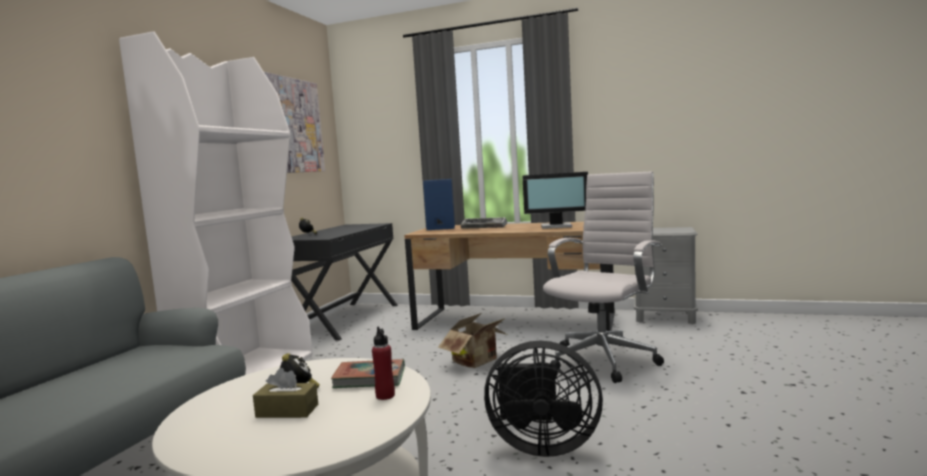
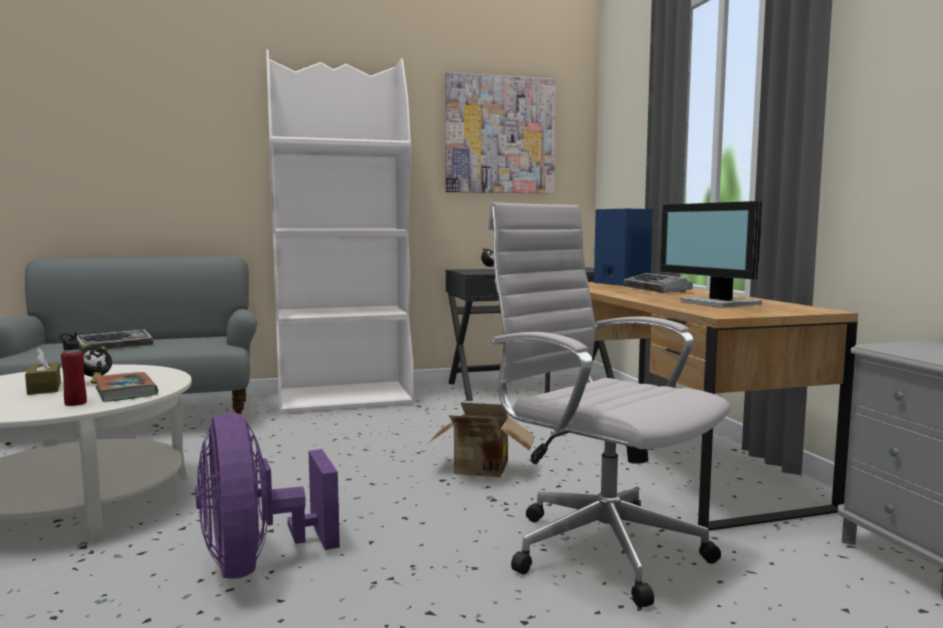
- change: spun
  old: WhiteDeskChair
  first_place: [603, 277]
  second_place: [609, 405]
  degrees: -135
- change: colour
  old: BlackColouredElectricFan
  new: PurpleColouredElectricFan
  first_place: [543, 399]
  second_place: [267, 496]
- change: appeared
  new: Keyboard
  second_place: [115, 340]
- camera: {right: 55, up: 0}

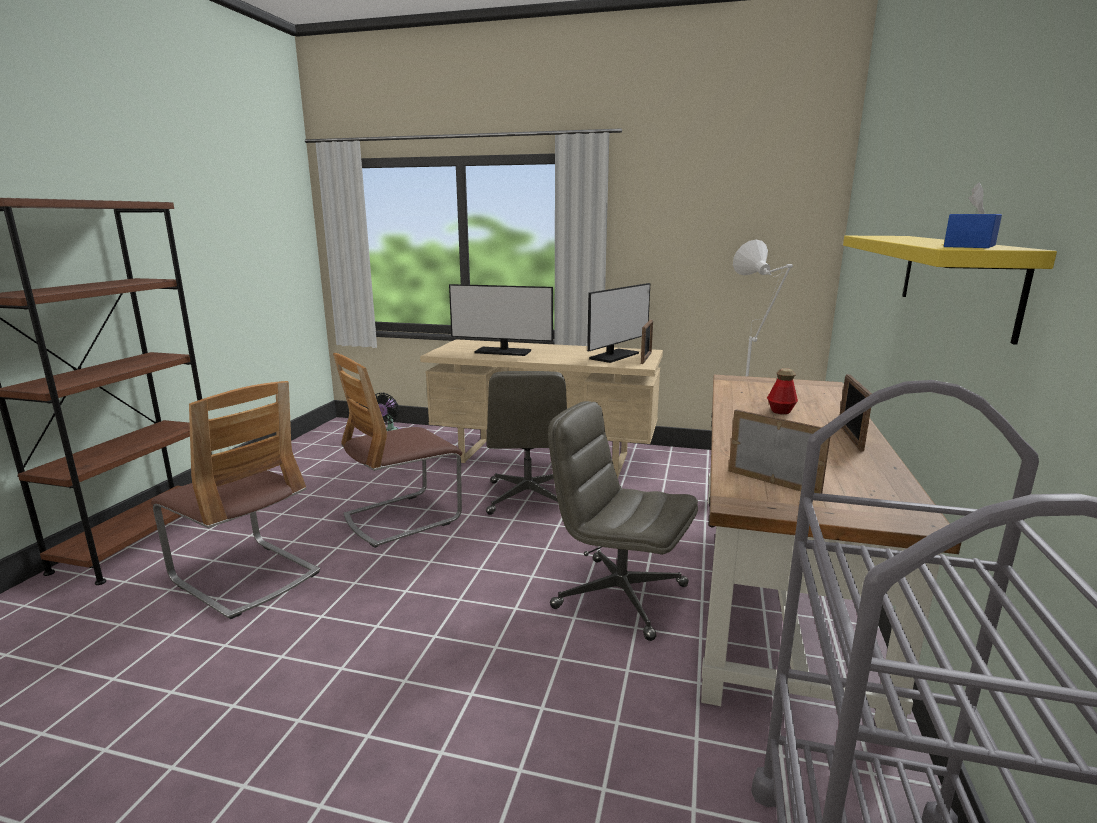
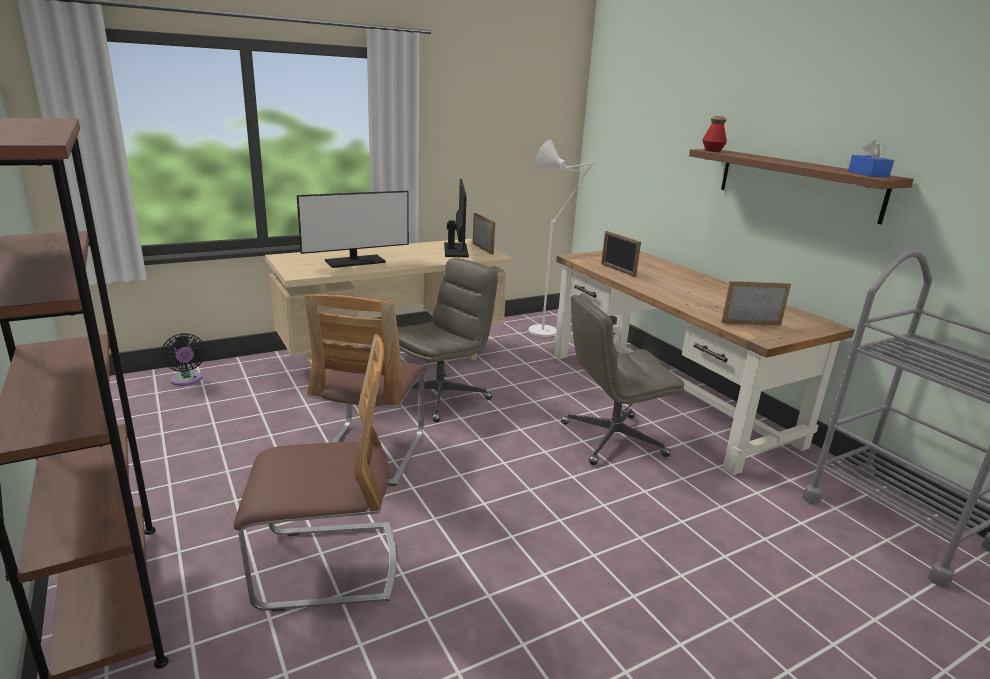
- change: colour
  old: YellowColouredShelf
  new: BrownShelf
  first_place: [950, 290]
  second_place: [801, 186]
- change: relocated
  old: Bottle
  first_place: [782, 391]
  second_place: [714, 134]
- change: spun
  old: GreyishDeskChair
  first_place: [526, 443]
  second_place: [447, 340]
  degrees: -90
- change: relocated
  old: PhotoFrame
  first_place: [856, 413]
  second_place: [621, 254]
- camera: {right: -45, up: 5}

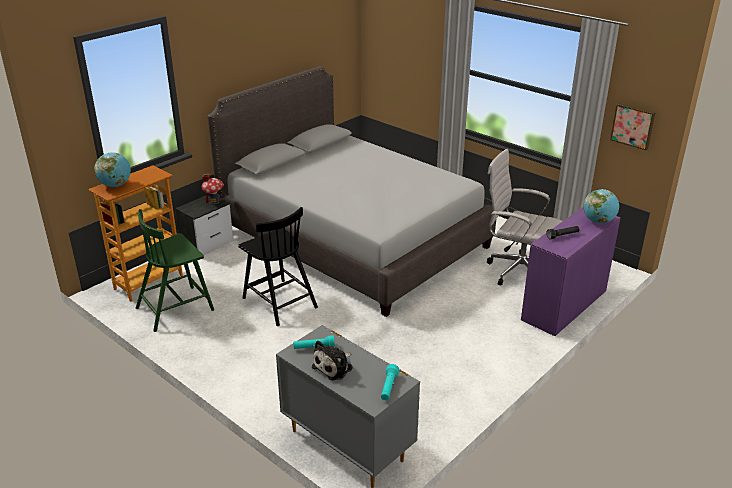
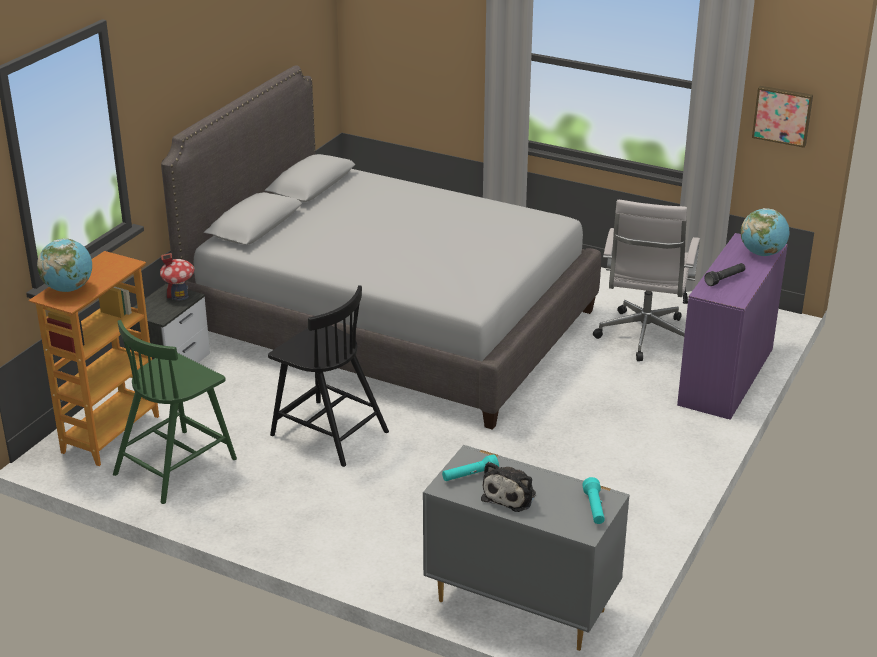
- change: spun
  old: WhiteDeskChair
  first_place: [524, 217]
  second_place: [646, 280]
  degrees: -90
- camera: {right: -15, up: 0}

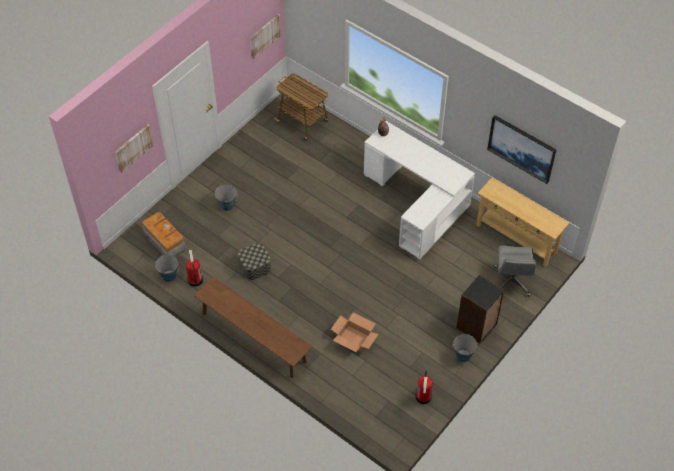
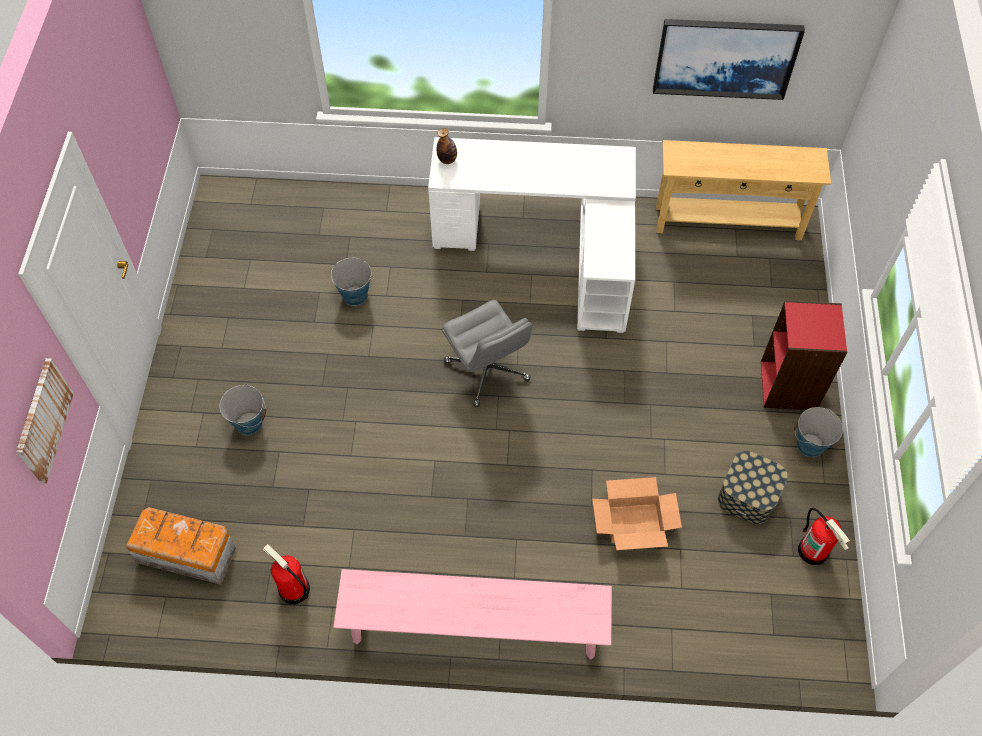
- change: missing
  old: Picture
  first_place: [265, 36]
- change: missing
  old: Trolley
  first_place: [301, 107]
- change: relocated
  old: StorageBin
  first_place: [254, 261]
  second_place: [753, 488]
- change: relocated
  old: GreyishDeskChair
  first_place: [515, 270]
  second_place: [487, 353]
- change: relocated
  old: Bucket
  first_place: [167, 268]
  second_place: [352, 281]
- change: colour
  old: BlackColouredShelvingUnit
  new: RedColouredShelvingUnit
  first_place: [480, 309]
  second_place: [804, 355]
- change: colour
  old: BrownIndoorBench
  new: PinkIndoorBench
  first_place: [253, 327]
  second_place: [473, 614]
- camera: {right: -35, up: 5}

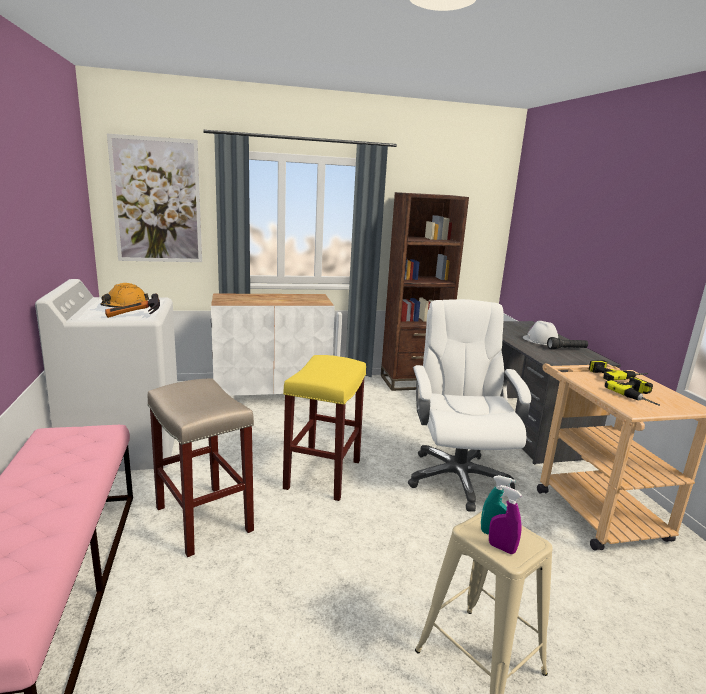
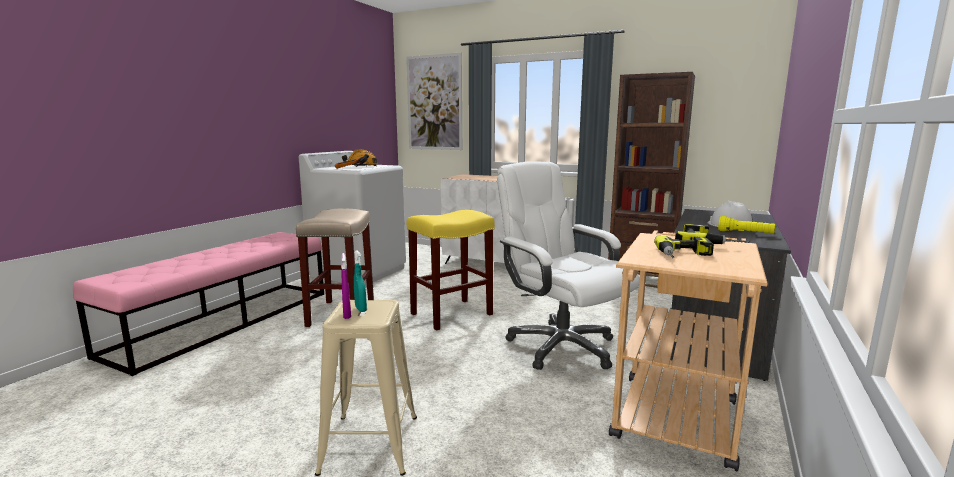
- change: spun
  old: WhiteDeskChair
  first_place: [469, 405]
  second_place: [568, 265]
  degrees: -75
- change: colour
  old: BlackColouredFlashlight
  new: YellowColouredFlashlight
  first_place: [567, 343]
  second_place: [747, 225]
- camera: {right: 40, up: -5}

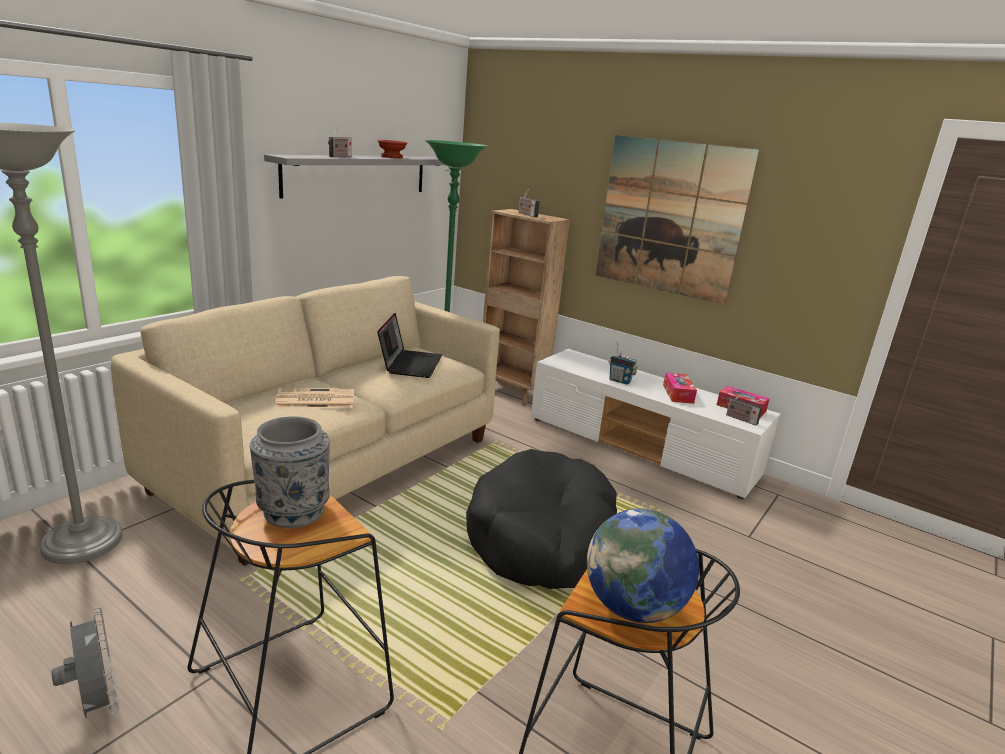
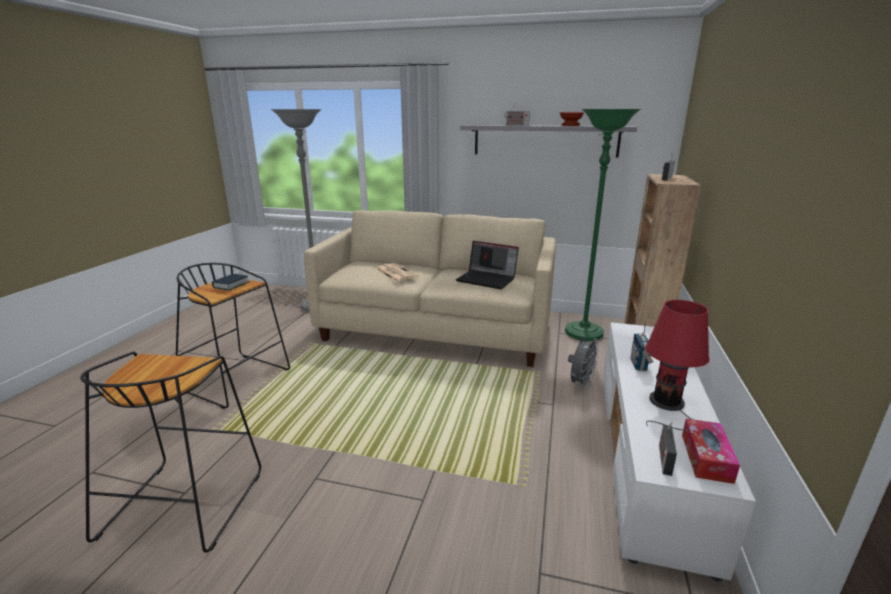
- change: missing
  old: Picture
  first_place: [678, 220]
- change: spun
  old: PortableComputer
  first_place: [409, 345]
  second_place: [487, 265]
  degrees: 45
- change: exchanged
  old: TissueHolder
  new: RedColouredTabletopLamp
  first_place: [680, 388]
  second_place: [677, 365]
- change: exchanged
  old: GreyishFlowerVase
  new: Volume
  first_place: [290, 472]
  second_place: [230, 282]
- change: missing
  old: BlackColouredDogCushion
  first_place: [541, 519]
- change: missing
  old: DeskGlobe
  first_place: [643, 565]
- change: relocated
  old: GreyishElectricFan
  first_place: [85, 663]
  second_place: [584, 363]
- camera: {right: 70, up: 0}

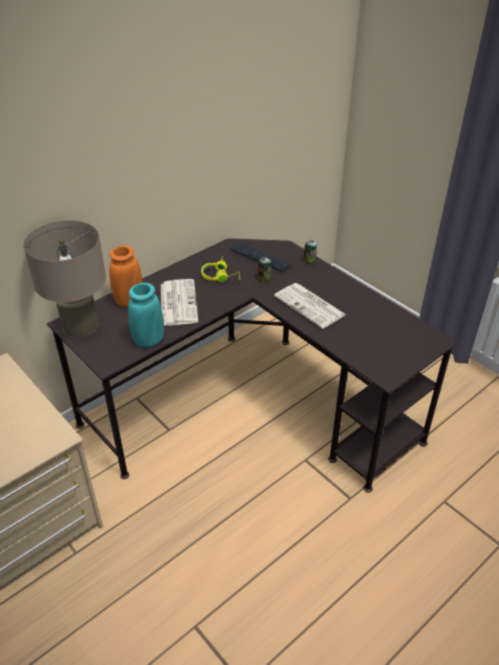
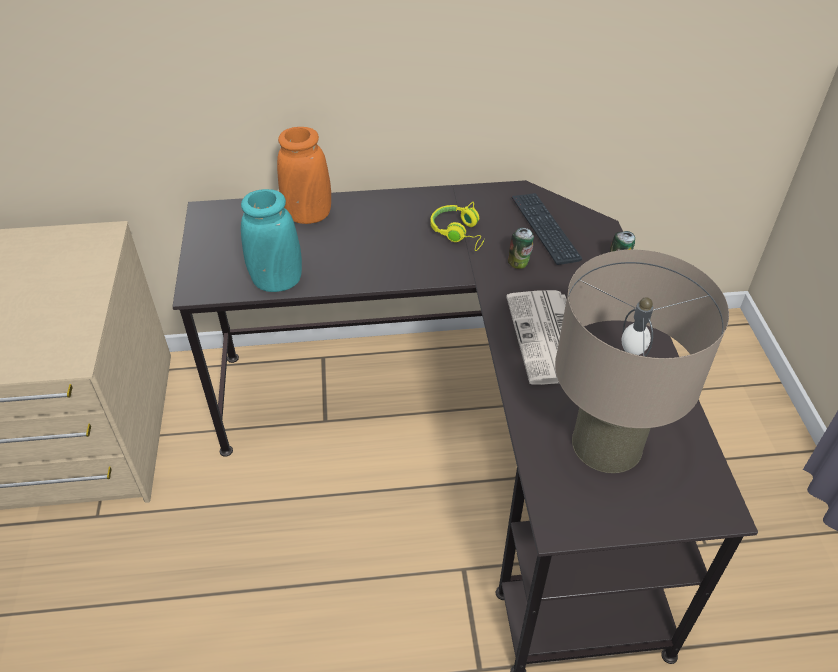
- change: relocated
  old: BeigeColouredTabletopLamp
  first_place: [64, 279]
  second_place: [642, 361]
- change: missing
  old: Newspaper
  first_place: [179, 302]
- camera: {right: 35, up: 5}

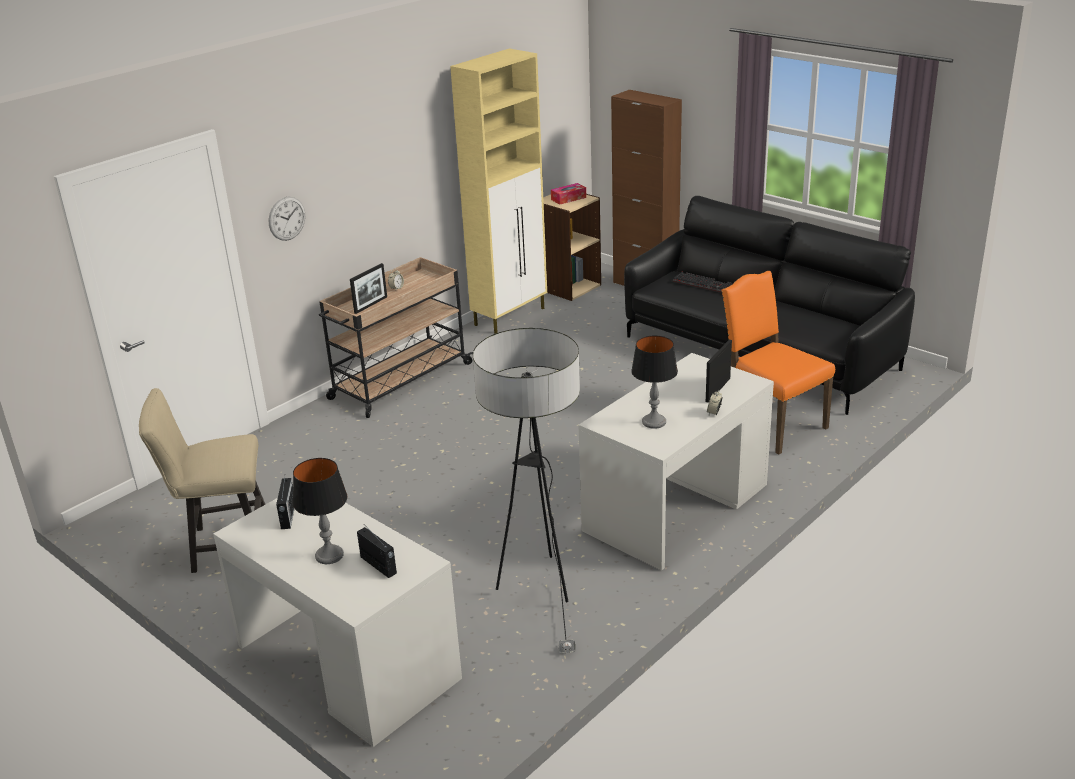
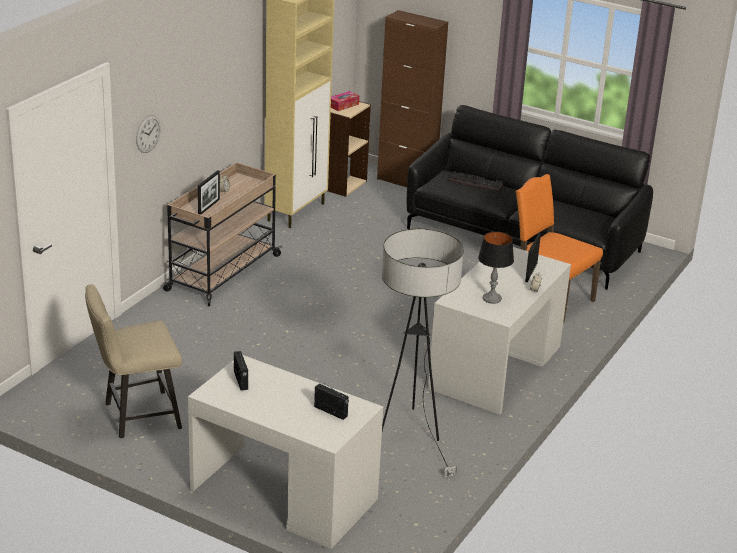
- change: missing
  old: TabletopLamp
  first_place: [320, 511]
- camera: {right: -15, up: 0}

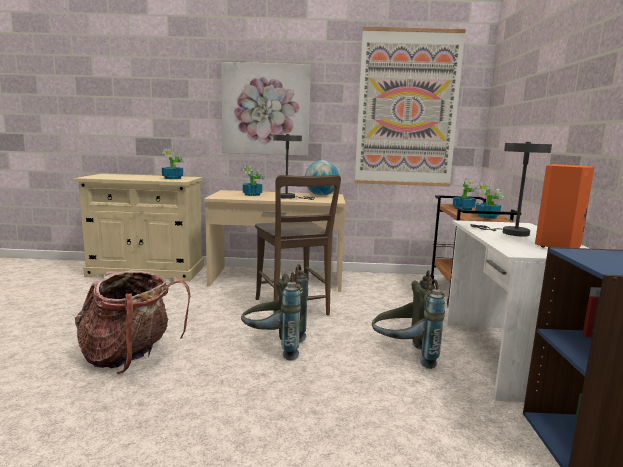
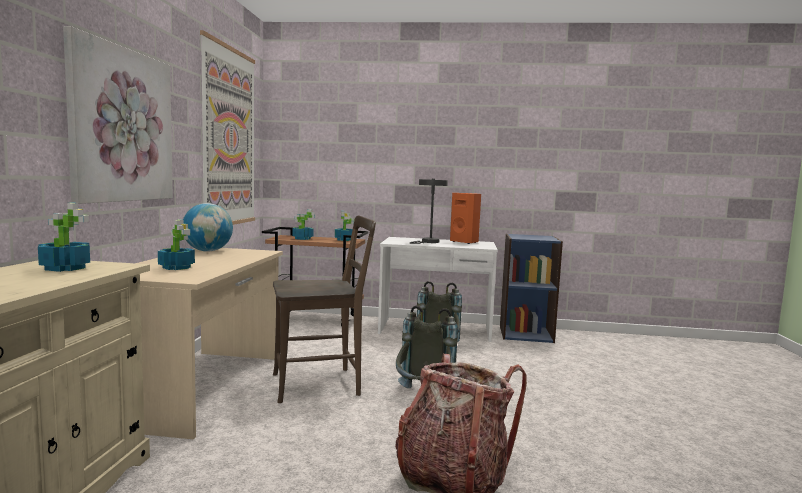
- change: missing
  old: GreyishTabletopLamp
  first_place: [294, 167]
- camera: {right: -85, up: -5}

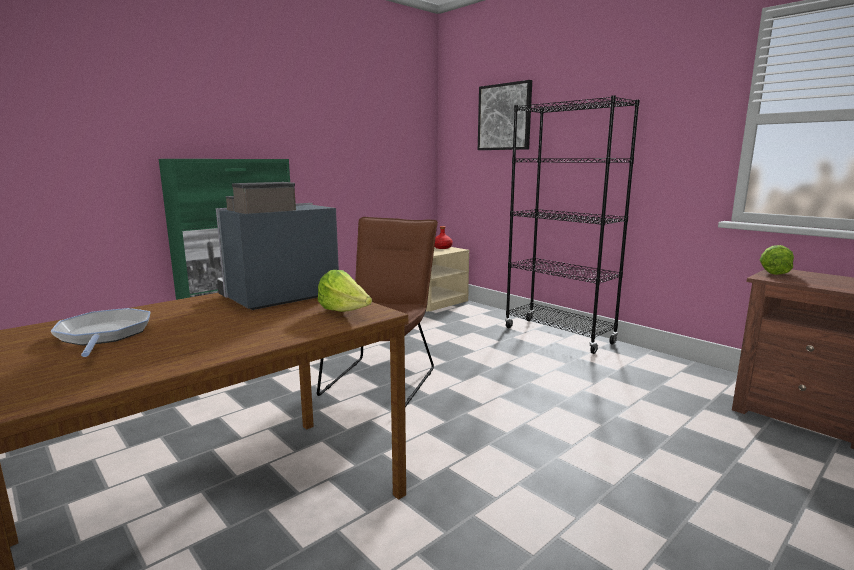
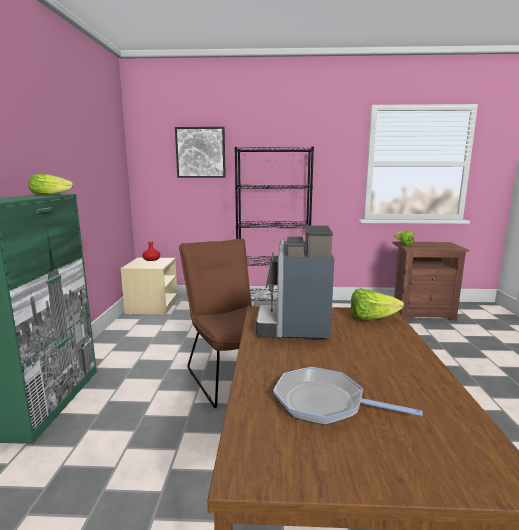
- change: appeared
  new: LettuceHead
  second_place: [51, 184]
- camera: {right: -45, up: 0}

